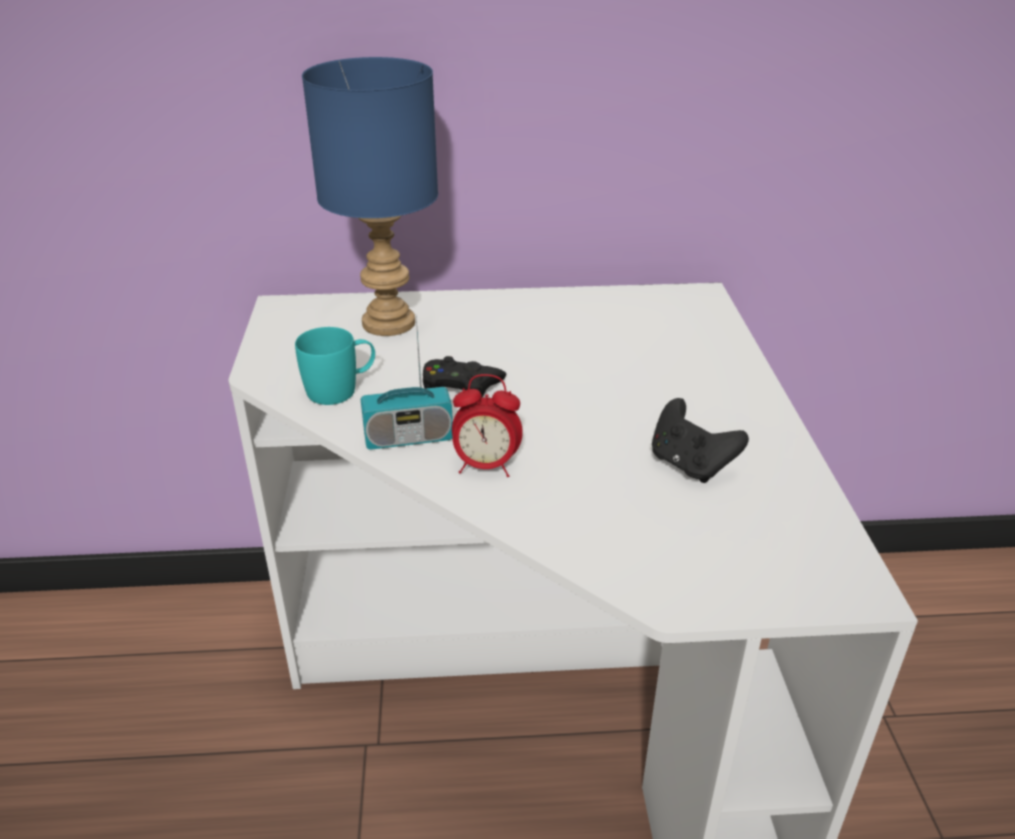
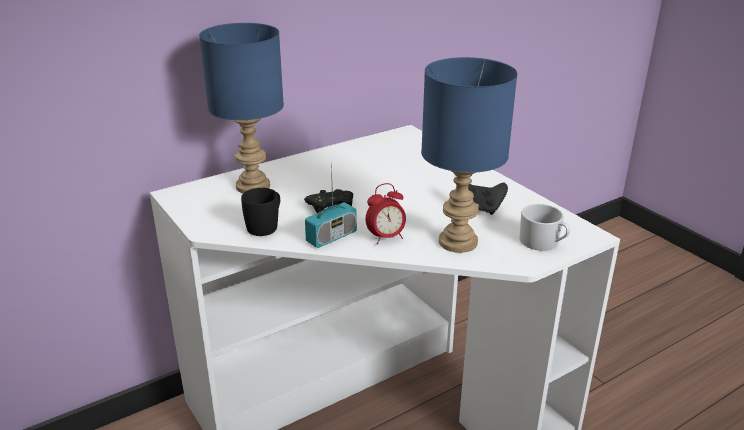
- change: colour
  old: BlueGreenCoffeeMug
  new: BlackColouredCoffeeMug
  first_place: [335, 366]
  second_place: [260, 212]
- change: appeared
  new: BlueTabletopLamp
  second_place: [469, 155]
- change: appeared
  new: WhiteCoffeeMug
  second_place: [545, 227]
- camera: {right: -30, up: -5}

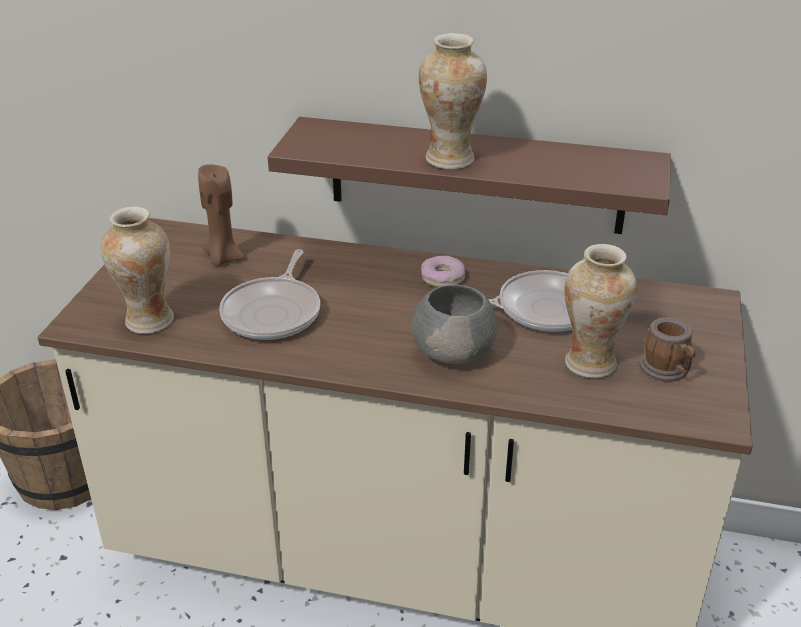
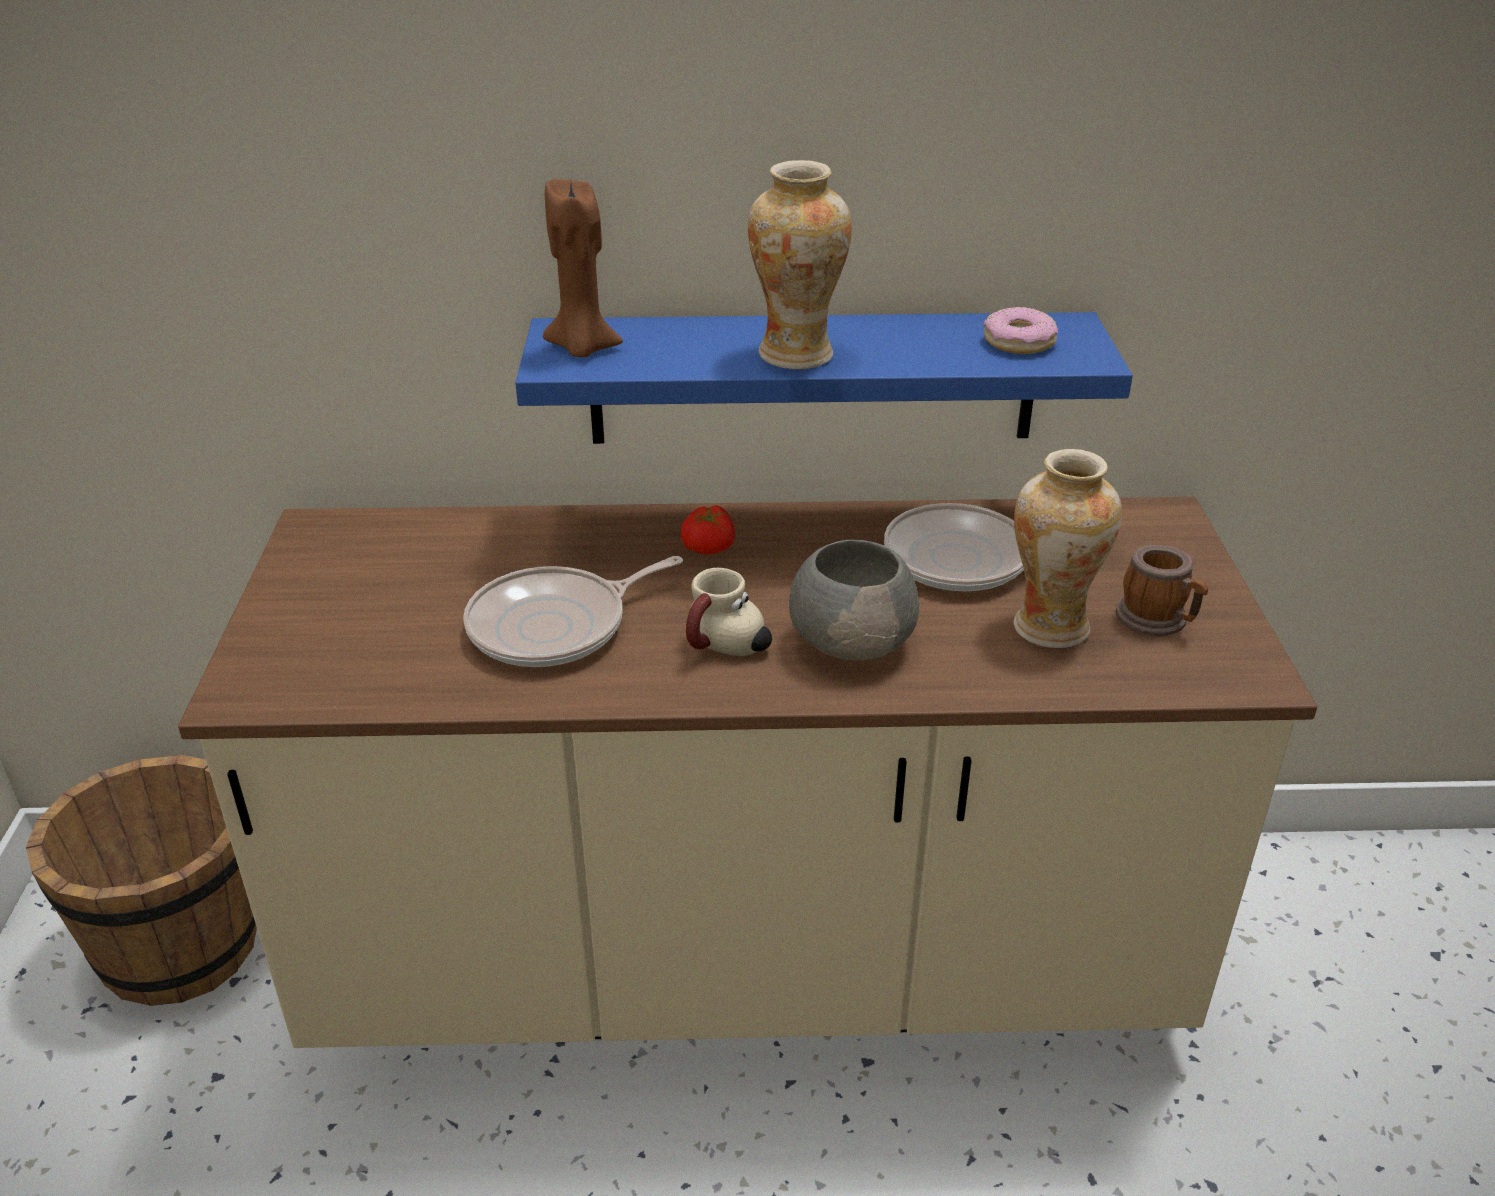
- change: colour
  old: BrownShelf
  new: BlueShelf
  first_place: [469, 175]
  second_place: [824, 378]
- change: relocated
  old: BrownWaxCandle
  first_place: [221, 215]
  second_place: [583, 268]
- change: missing
  old: FlowerVase
  first_place: [137, 270]
- change: spun
  old: Pan
  first_place: [269, 294]
  second_place: [573, 611]
  degrees: 60
- change: relocated
  old: Doughnut
  first_place: [443, 271]
  second_place: [1020, 330]
- change: appeared
  new: WholeTomato
  second_place: [708, 530]
- change: appeared
  new: CoffeeMug
  second_place: [729, 612]
- camera: {right: -15, up: 0}

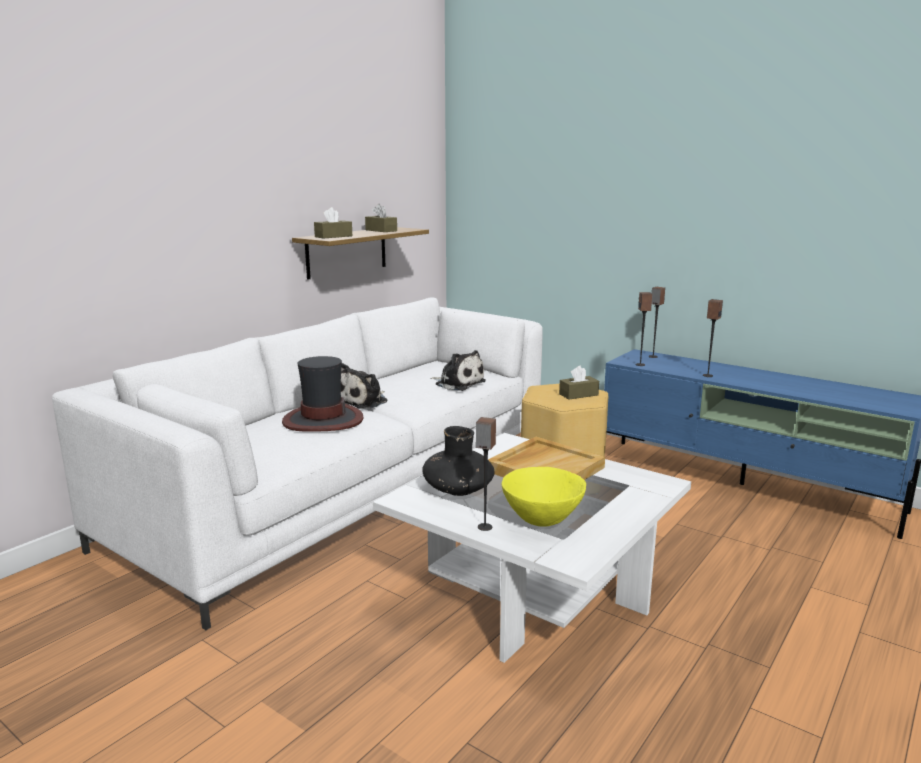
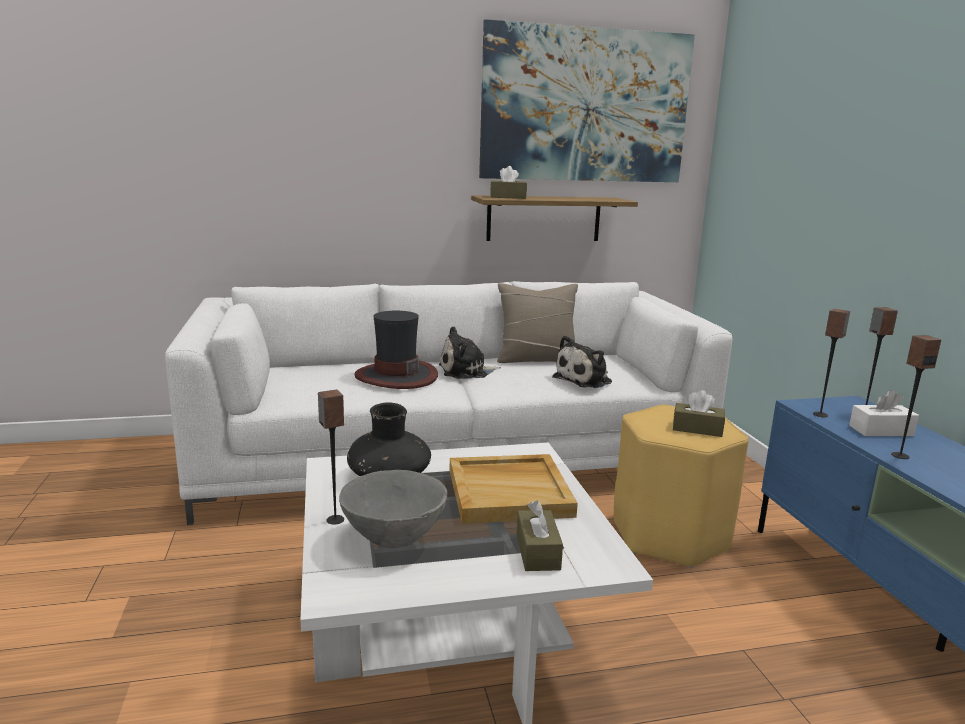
- change: relocated
  old: BrownTissueHolder
  first_place: [381, 218]
  second_place: [539, 536]
- change: spun
  old: CuddlyToy
  first_place: [458, 370]
  second_place: [582, 361]
  degrees: 60
- change: colour
  old: YellowColouredBowl
  new: GreyishBowl
  first_place: [544, 497]
  second_place: [393, 509]
- change: appeared
  new: Picture
  second_place: [587, 100]
- change: appeared
  new: BeigeColouredThrowPillow
  second_place: [537, 323]
- change: appeared
  new: WhiteTissueHolder
  second_place: [884, 413]
- camera: {right: 40, up: 0}

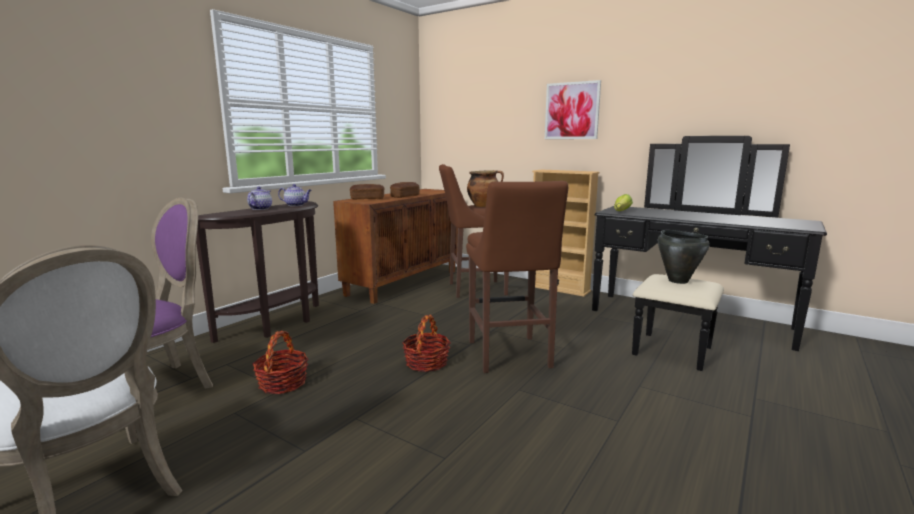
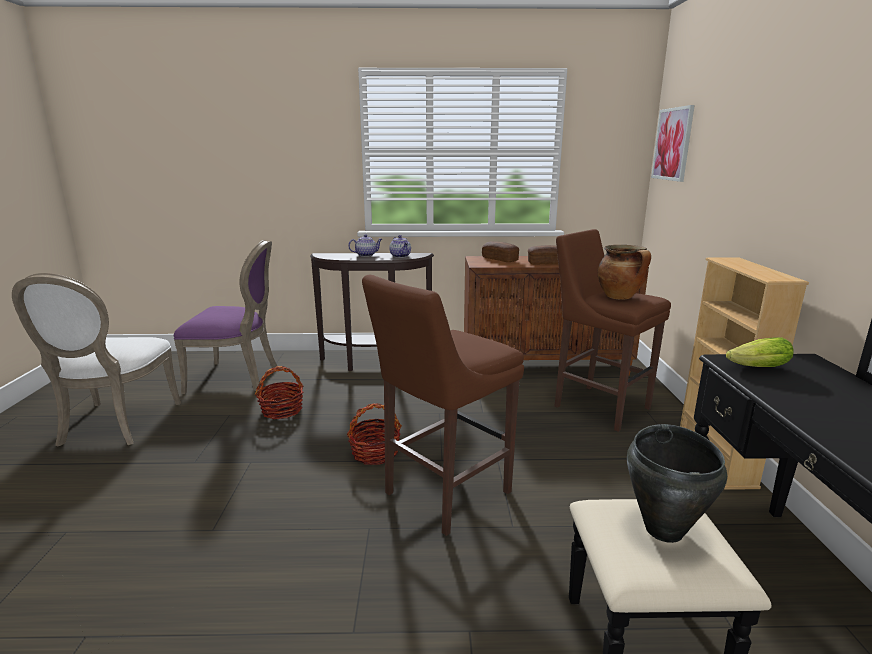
- change: relocated
  old: Picture
  first_place: [573, 109]
  second_place: [673, 143]
- camera: {right: 55, up: 5}

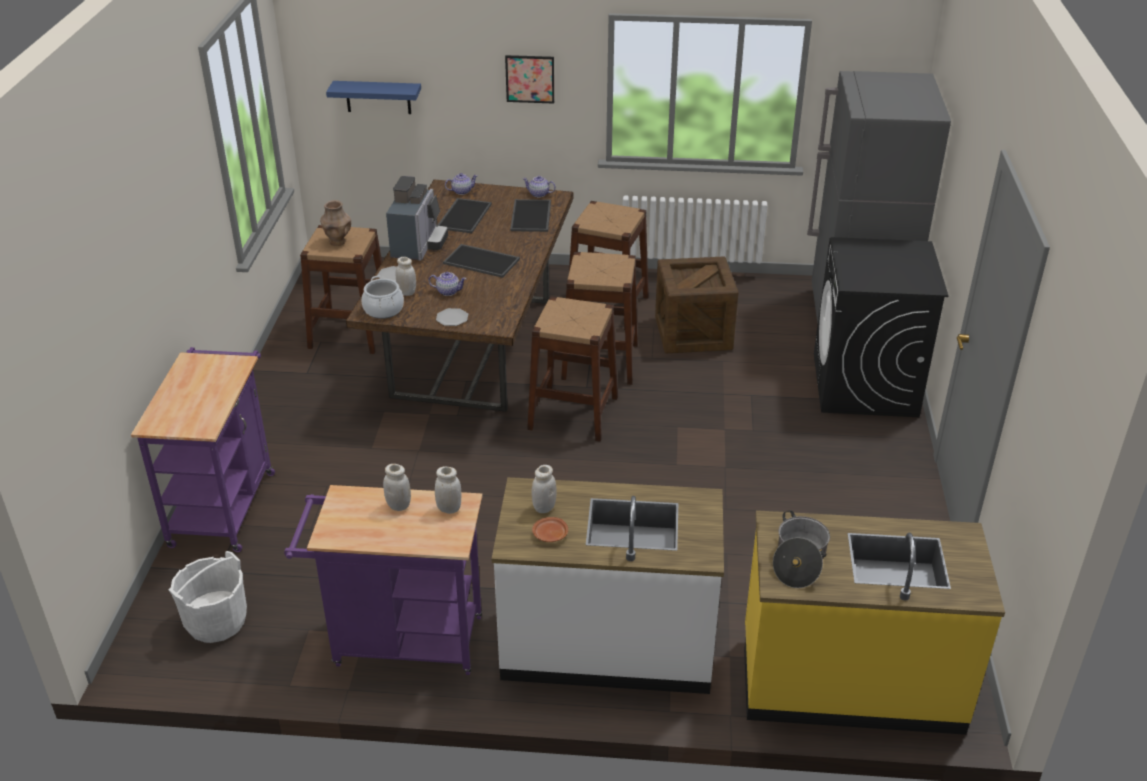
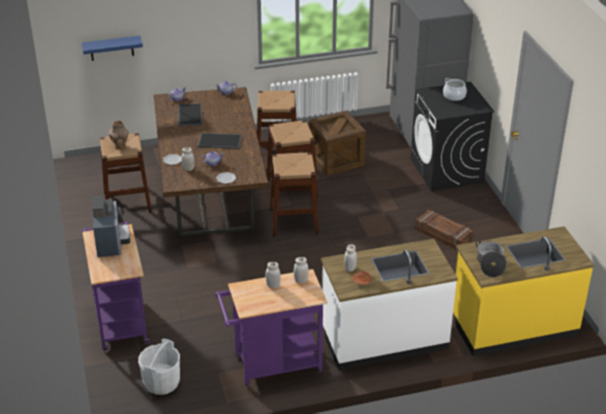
- change: missing
  old: Picture
  first_place: [529, 79]
- change: relocated
  old: CoffeeMaker
  first_place: [417, 218]
  second_place: [111, 226]
- change: missing
  old: ServingTray
  first_place: [530, 215]
- change: relocated
  old: Stockpot
  first_place: [383, 297]
  second_place: [455, 89]
- change: appeared
  new: Crate
  second_place: [444, 230]
- camera: {right: -20, up: 0}

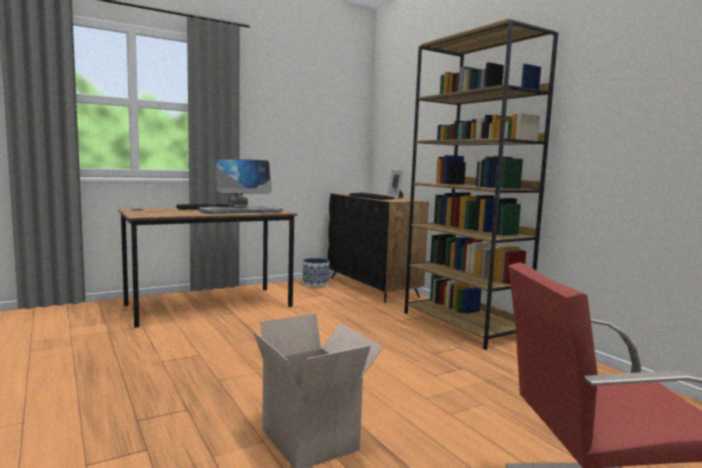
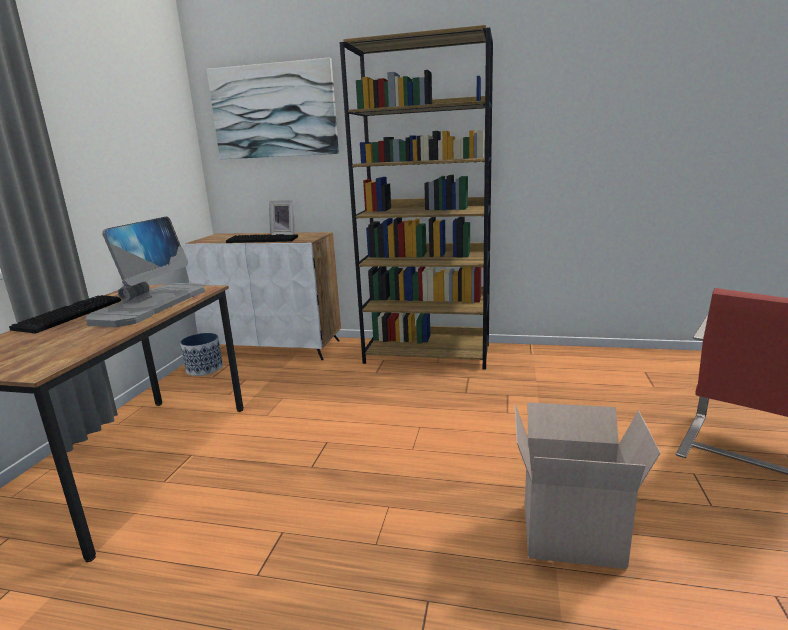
- change: colour
  old: BlackColouredStorageCabinet
  new: WhiteStorageCabinet
  first_place: [378, 248]
  second_place: [261, 296]
- change: appeared
  new: Picture
  second_place: [273, 108]
- camera: {right: -45, up: 10}

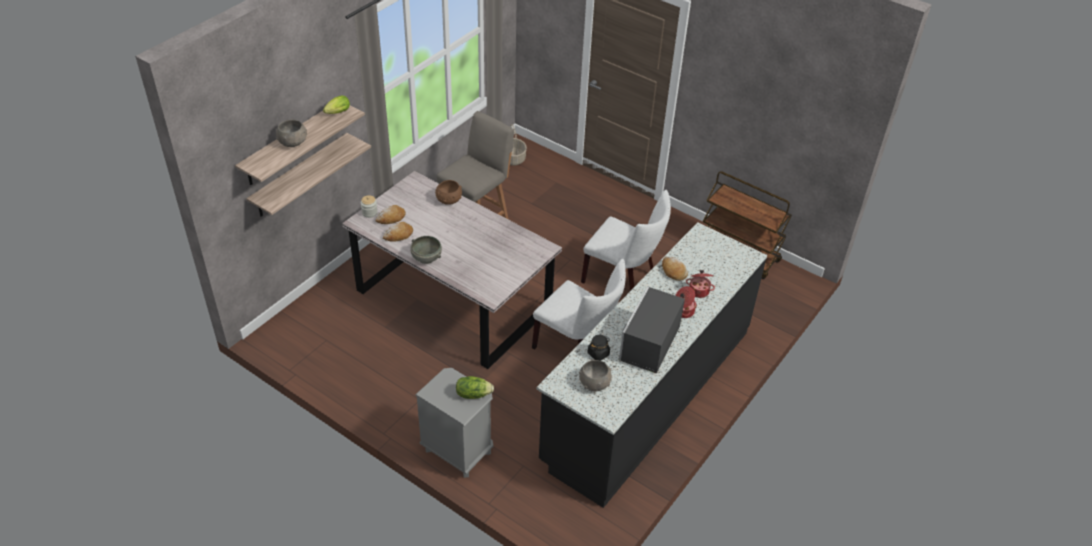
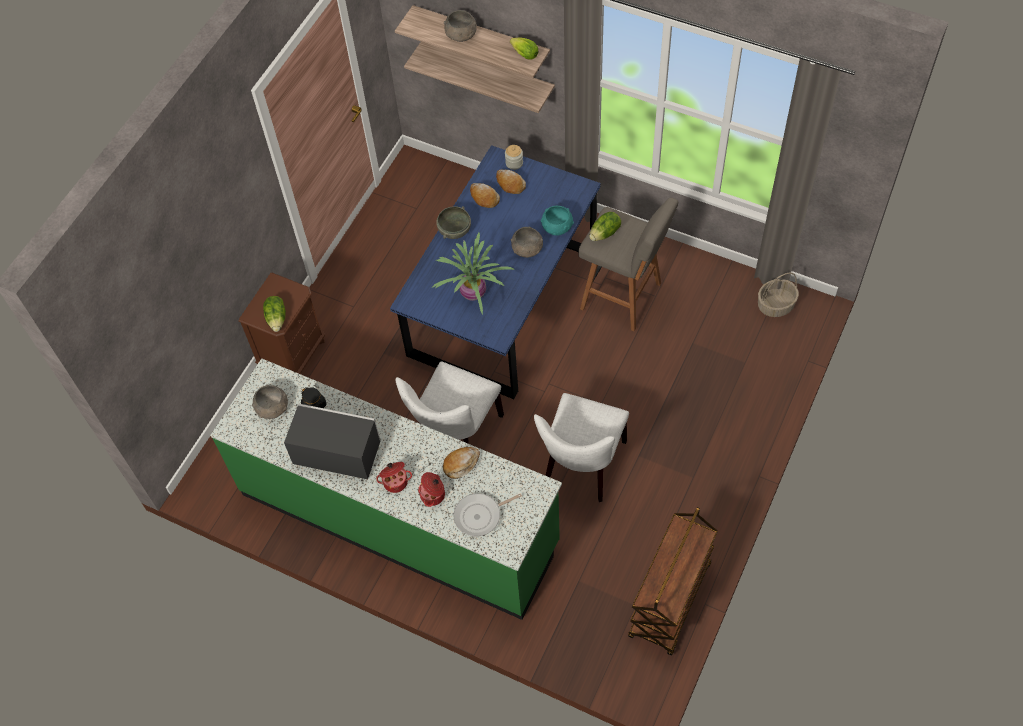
- change: colour
  old: GreyishDinnerTable
  new: BlueDinnerTable
  first_place: [452, 270]
  second_place: [495, 272]
- change: colour
  old: BrownBowl
  new: BlueGreenBowl
  first_place: [448, 192]
  second_place: [557, 220]
- change: colour
  old: BlackColouredCounter
  new: GreenCounter
  first_place: [652, 365]
  second_place: [386, 489]
- change: colour
  old: GreyishNightTable
  new: BrownNightTable
  first_place: [454, 423]
  second_place: [282, 323]
- change: appeared
  new: LettuceHead
  second_place: [605, 226]
- change: appeared
  new: GreyishBowl
  second_place: [527, 242]
- change: appeared
  new: Houseplant
  second_place: [473, 274]
- change: appeared
  new: Pan
  second_place: [487, 514]
- camera: {right: 85, up: 15}

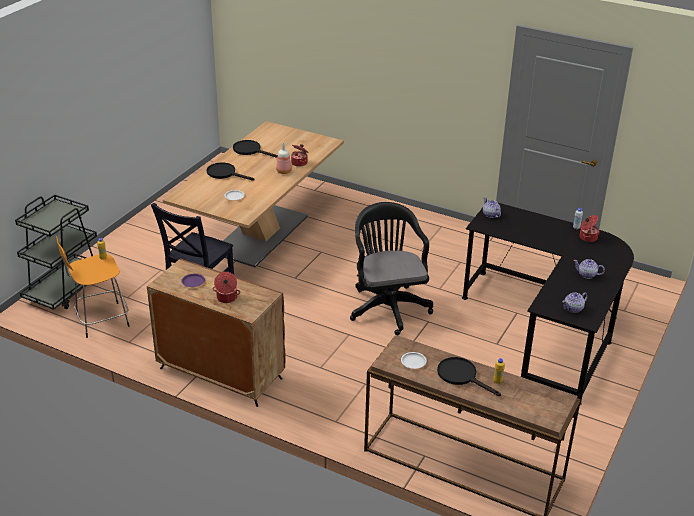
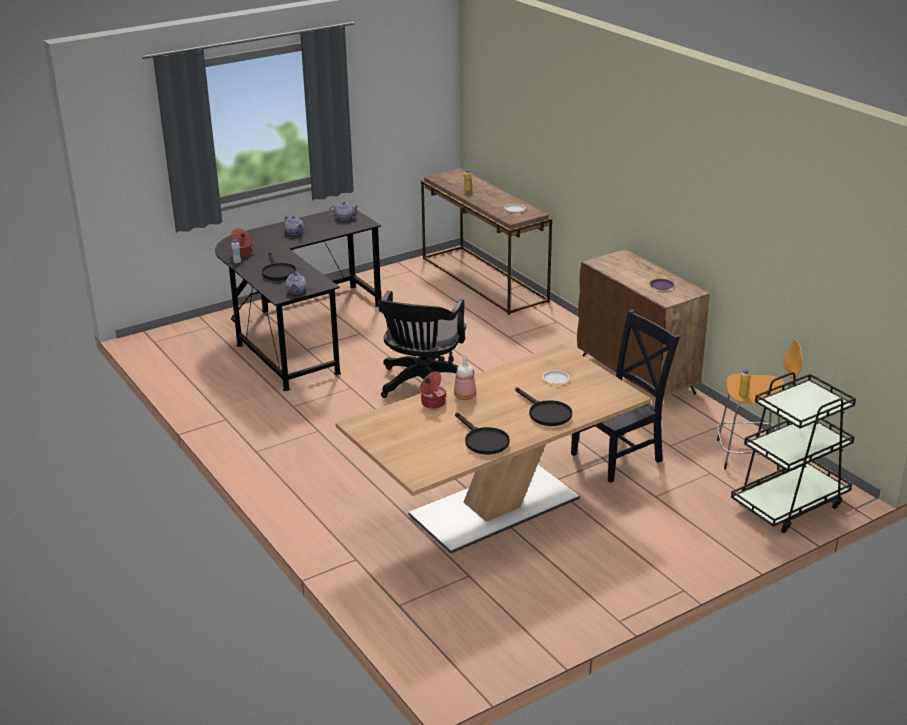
- change: missing
  old: Stockpot
  first_place: [226, 287]
- change: relocated
  old: BlackColouredPan
  first_place: [469, 376]
  second_place: [279, 266]
- camera: {right: -150, up: -5}

